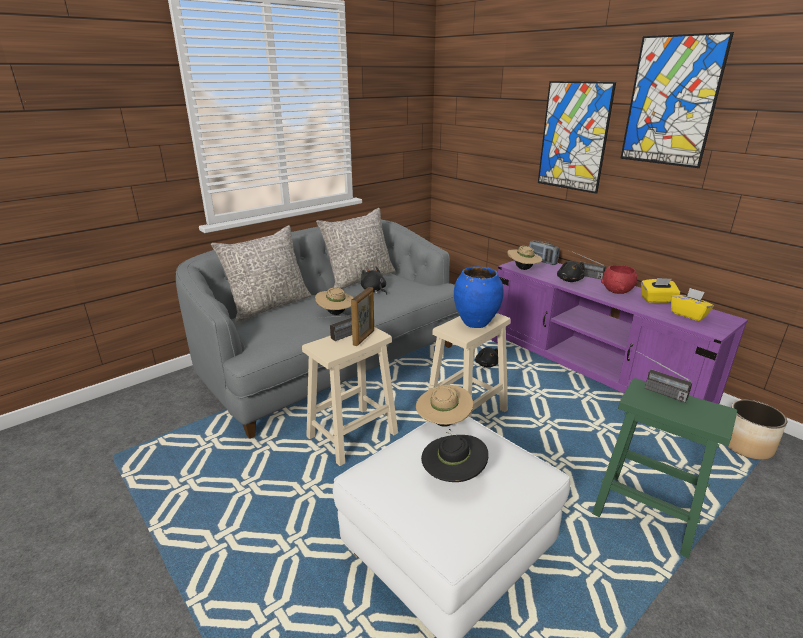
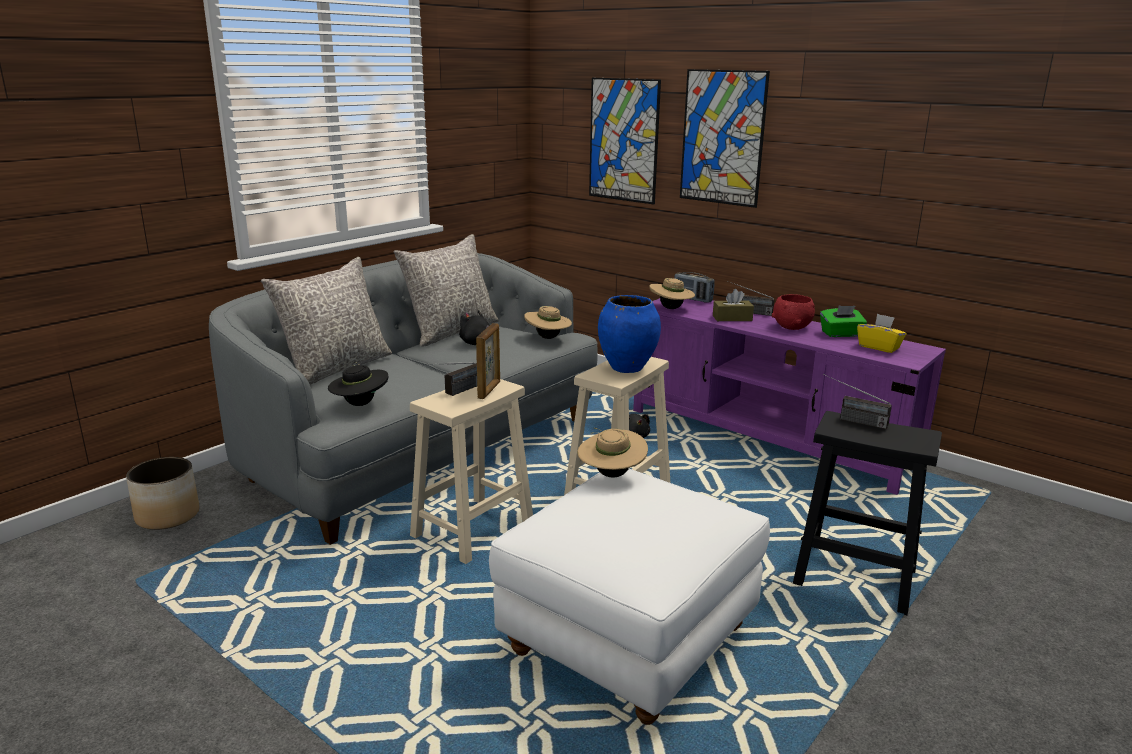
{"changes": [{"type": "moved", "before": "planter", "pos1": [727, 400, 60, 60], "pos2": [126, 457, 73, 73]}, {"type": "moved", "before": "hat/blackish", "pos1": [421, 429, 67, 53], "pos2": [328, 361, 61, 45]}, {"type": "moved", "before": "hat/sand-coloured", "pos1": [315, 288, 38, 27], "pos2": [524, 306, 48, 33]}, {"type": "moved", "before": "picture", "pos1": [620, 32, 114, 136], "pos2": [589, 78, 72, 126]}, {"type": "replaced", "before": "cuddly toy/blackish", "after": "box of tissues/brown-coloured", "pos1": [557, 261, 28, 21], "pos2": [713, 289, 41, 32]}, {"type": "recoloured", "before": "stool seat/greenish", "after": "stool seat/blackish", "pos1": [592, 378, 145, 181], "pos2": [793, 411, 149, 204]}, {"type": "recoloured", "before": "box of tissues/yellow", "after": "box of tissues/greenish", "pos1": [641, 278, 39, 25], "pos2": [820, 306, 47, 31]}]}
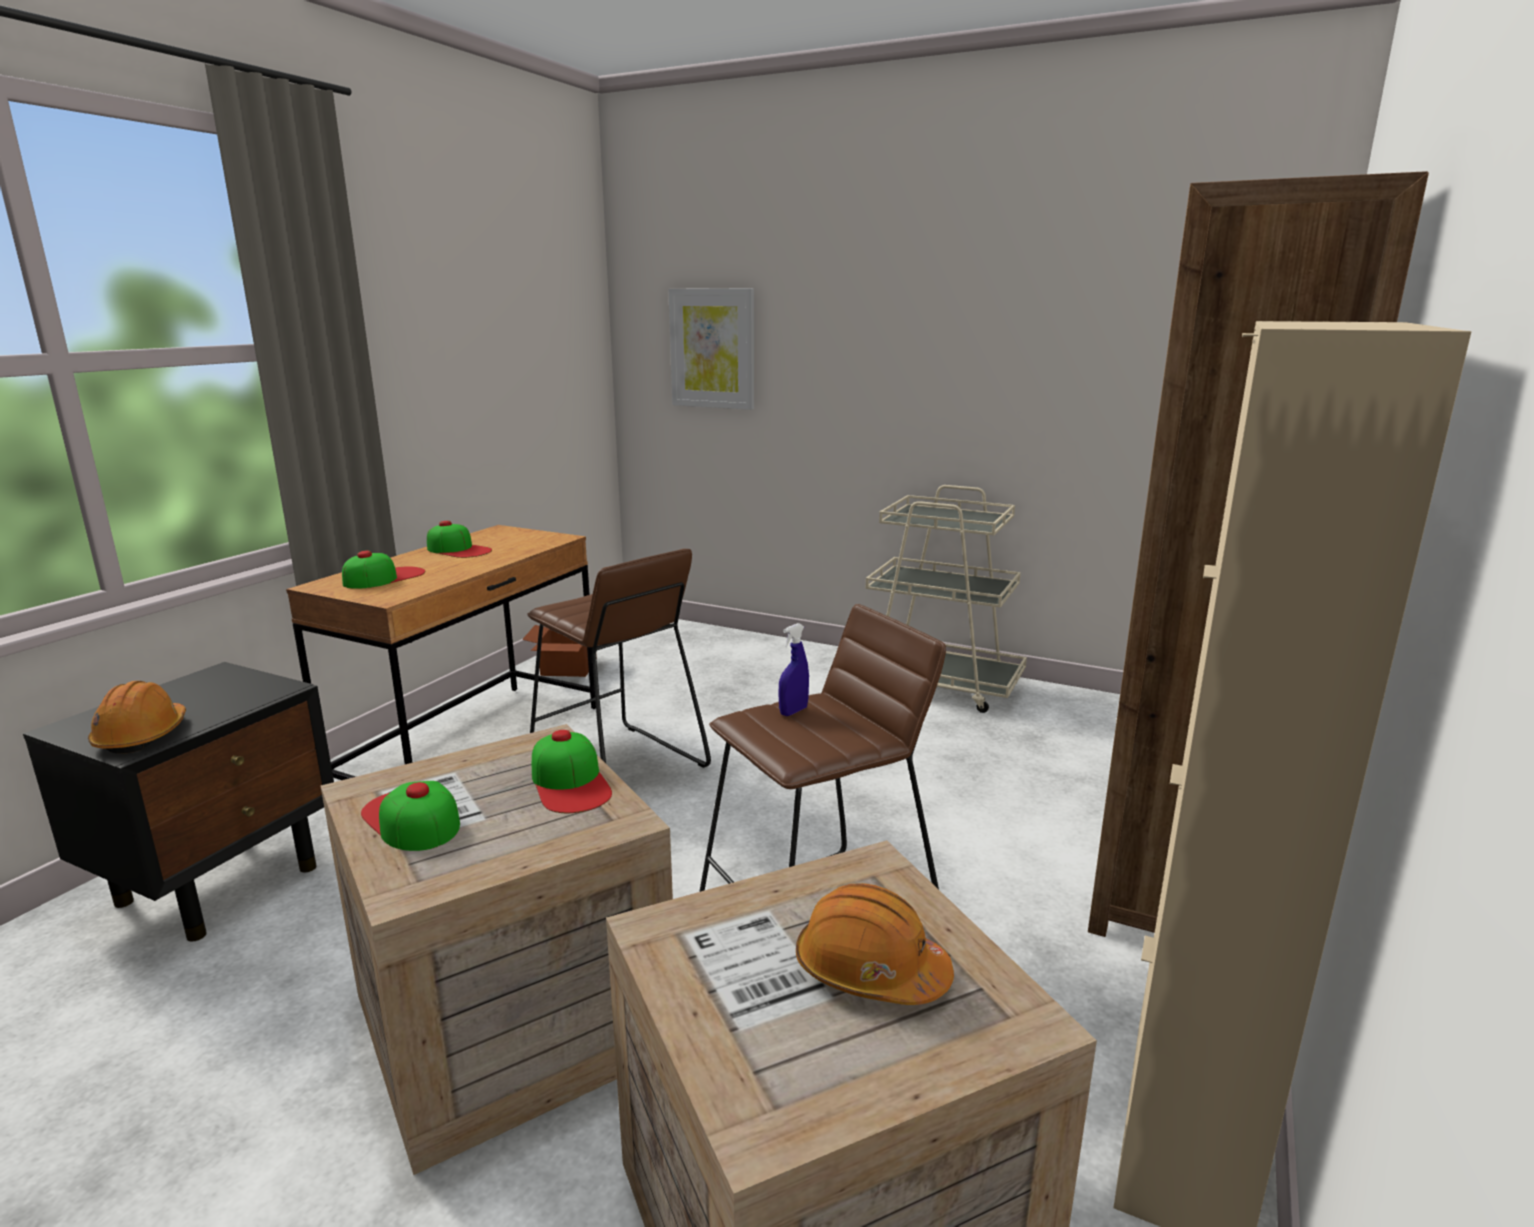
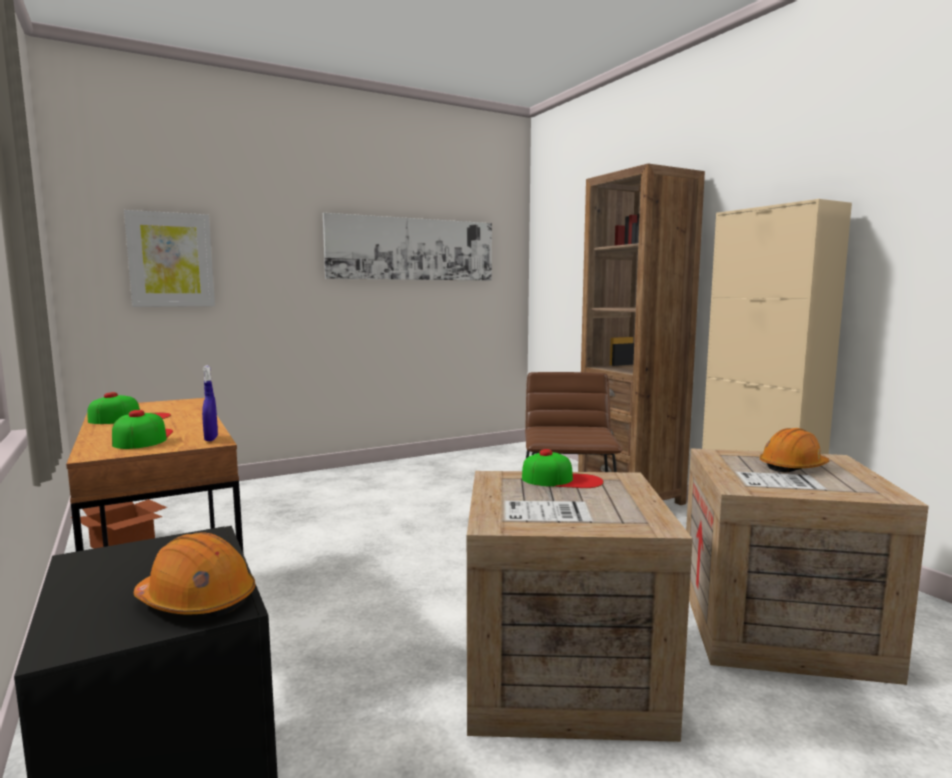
{"changes": [{"type": "moved", "before": "sprayer/blue-coloured", "pos1": [778, 623, 31, 93], "pos2": [202, 365, 16, 76]}, {"type": "added", "after": "picture", "pos2": [323, 213, 169, 68]}, {"type": "removed", "before": "cap", "pos1": [361, 781, 99, 70]}, {"type": "removed", "before": "stool seat/brown-coloured", "pos1": [527, 549, 184, 219]}, {"type": "removed", "before": "trolley/sand-coloured", "pos1": [866, 485, 161, 228]}]}
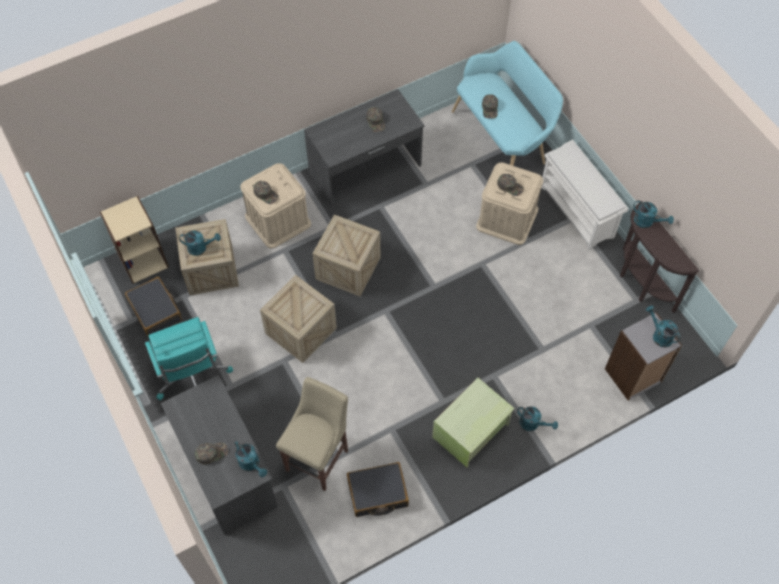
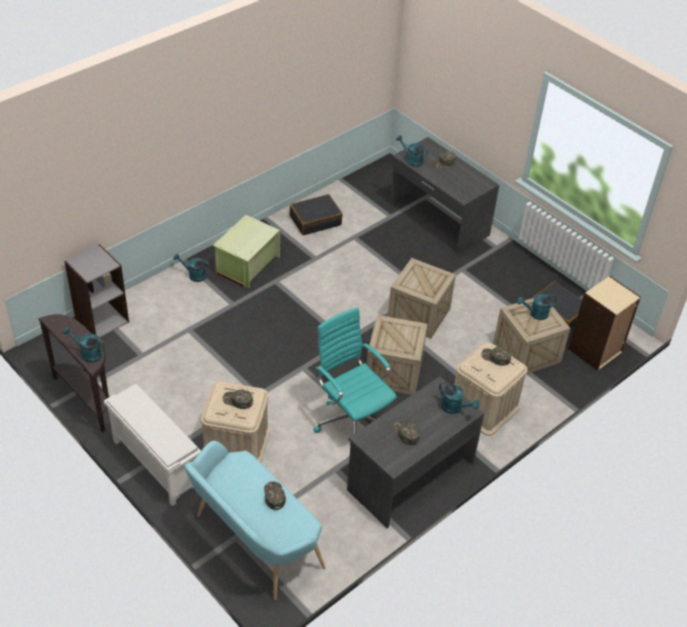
{"changes": [{"type": "moved", "before": "desk chair/turquoise", "pos1": [145, 317, 88, 83], "pos2": [313, 307, 84, 128]}, {"type": "moved", "before": "watering can/turquoise", "pos1": [646, 306, 35, 41], "pos2": [439, 382, 40, 32]}, {"type": "removed", "before": "stool seat/sand-coloured", "pos1": [276, 377, 72, 114]}]}
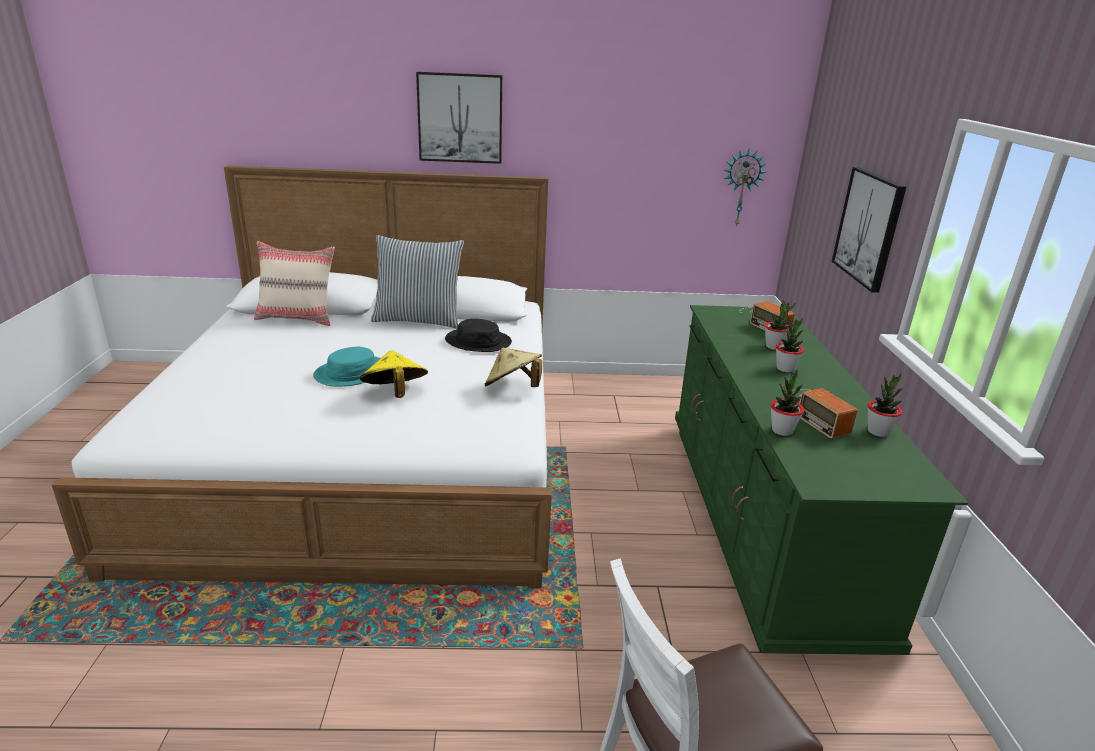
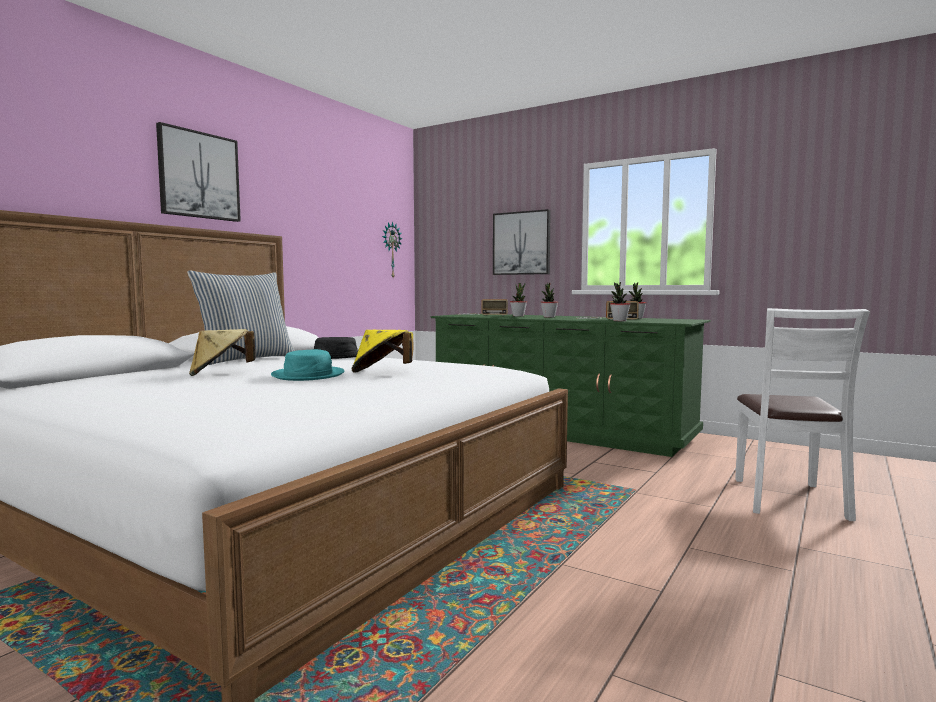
{"changes": [{"type": "moved", "before": "hat/sand-coloured", "pos1": [485, 348, 57, 39], "pos2": [189, 329, 67, 47]}, {"type": "removed", "before": "cushion/sand-coloured", "pos1": [254, 241, 81, 85]}]}
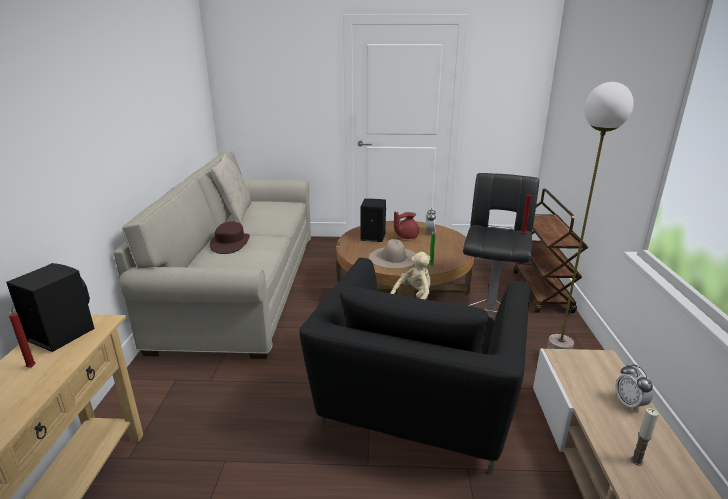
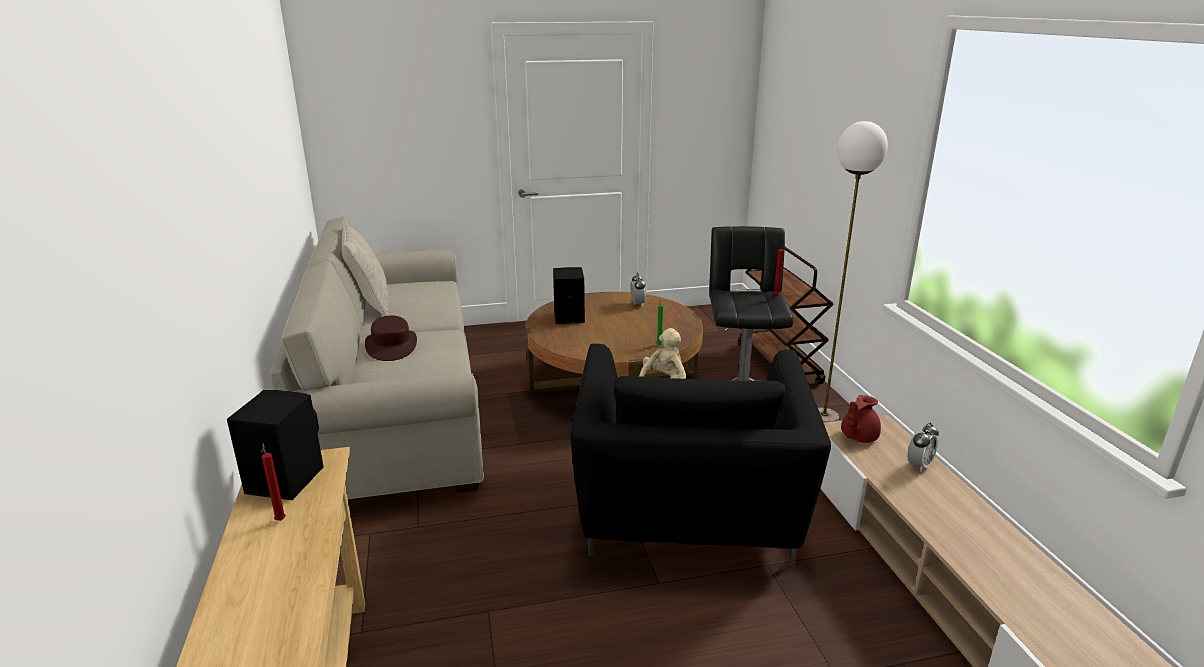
{"changes": [{"type": "moved", "before": "pot for tea/red-coloured", "pos1": [394, 211, 25, 28], "pos2": [841, 395, 40, 48]}, {"type": "turned", "before": "bedside clock", "pos1": [615, 364, 38, 48], "pos2": [907, 423, 32, 49], "turn": -105}, {"type": "removed", "before": "hat/sand-coloured", "pos1": [369, 239, 47, 30]}, {"type": "removed", "before": "wax candle", "pos1": [631, 408, 28, 58]}]}
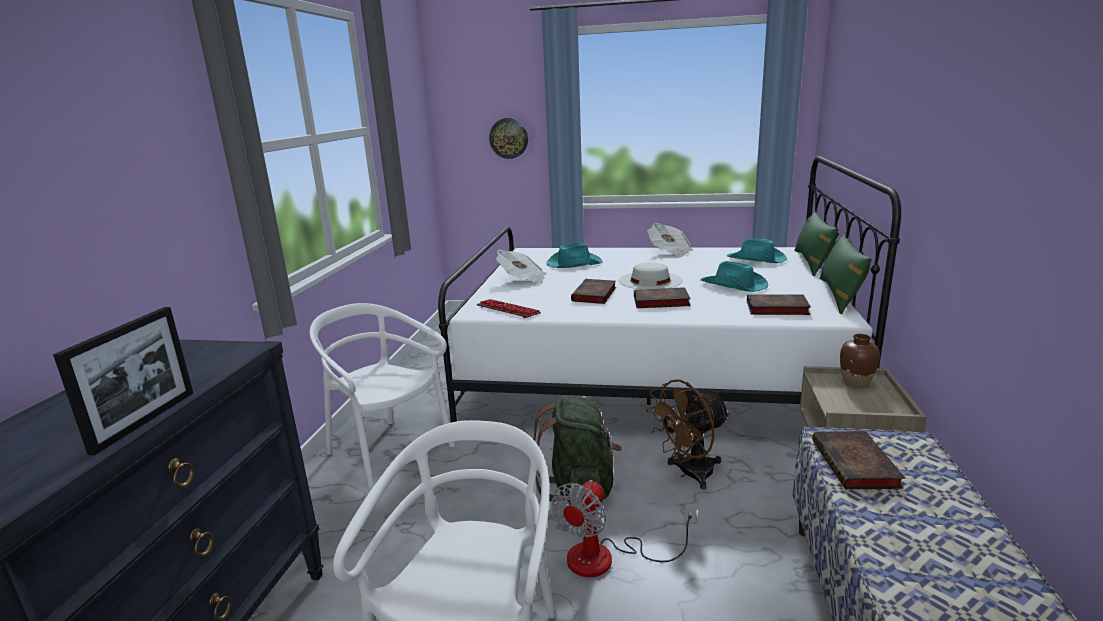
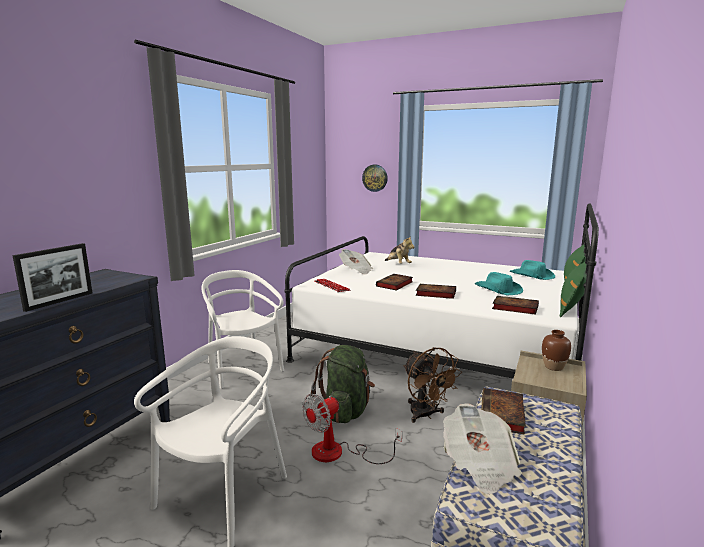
{"changes": [{"type": "replaced", "before": "hat/turquoise", "after": "cuddly toy", "pos1": [546, 243, 56, 25], "pos2": [385, 236, 30, 28]}, {"type": "turned", "before": "fan/brown-coloured", "pos1": [646, 379, 84, 111], "pos2": [403, 347, 59, 76], "turn": -105}, {"type": "moved", "before": "newspaper", "pos1": [647, 223, 46, 35], "pos2": [443, 403, 79, 92]}, {"type": "removed", "before": "hat/white-coloured", "pos1": [619, 262, 63, 27]}]}
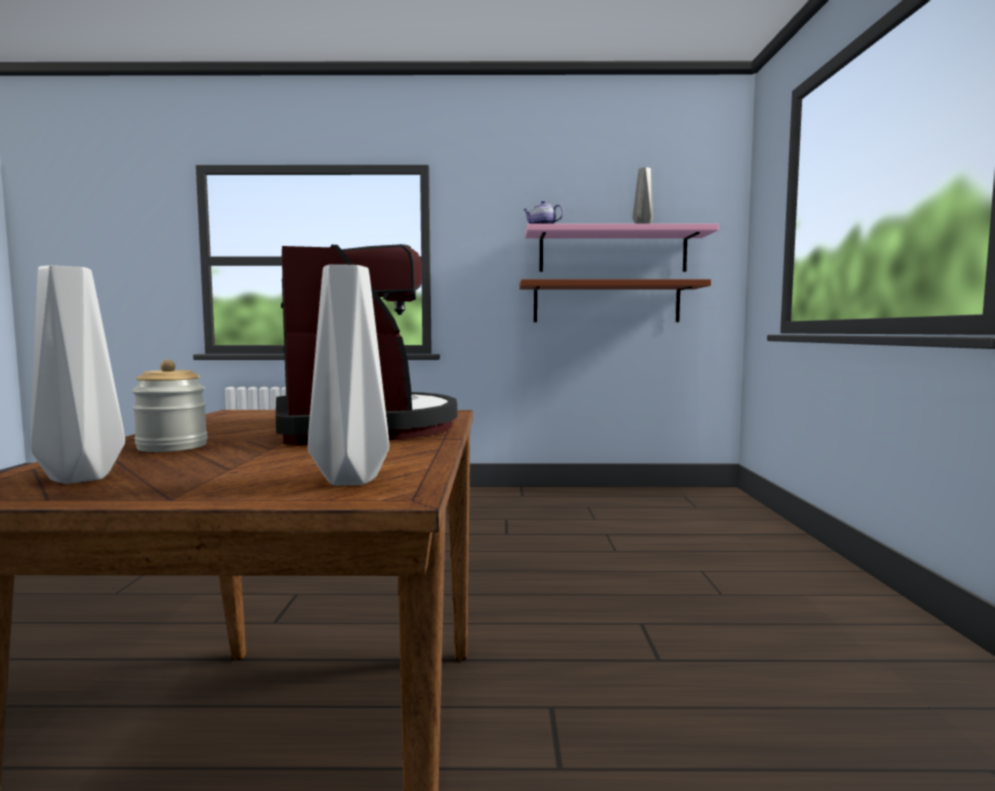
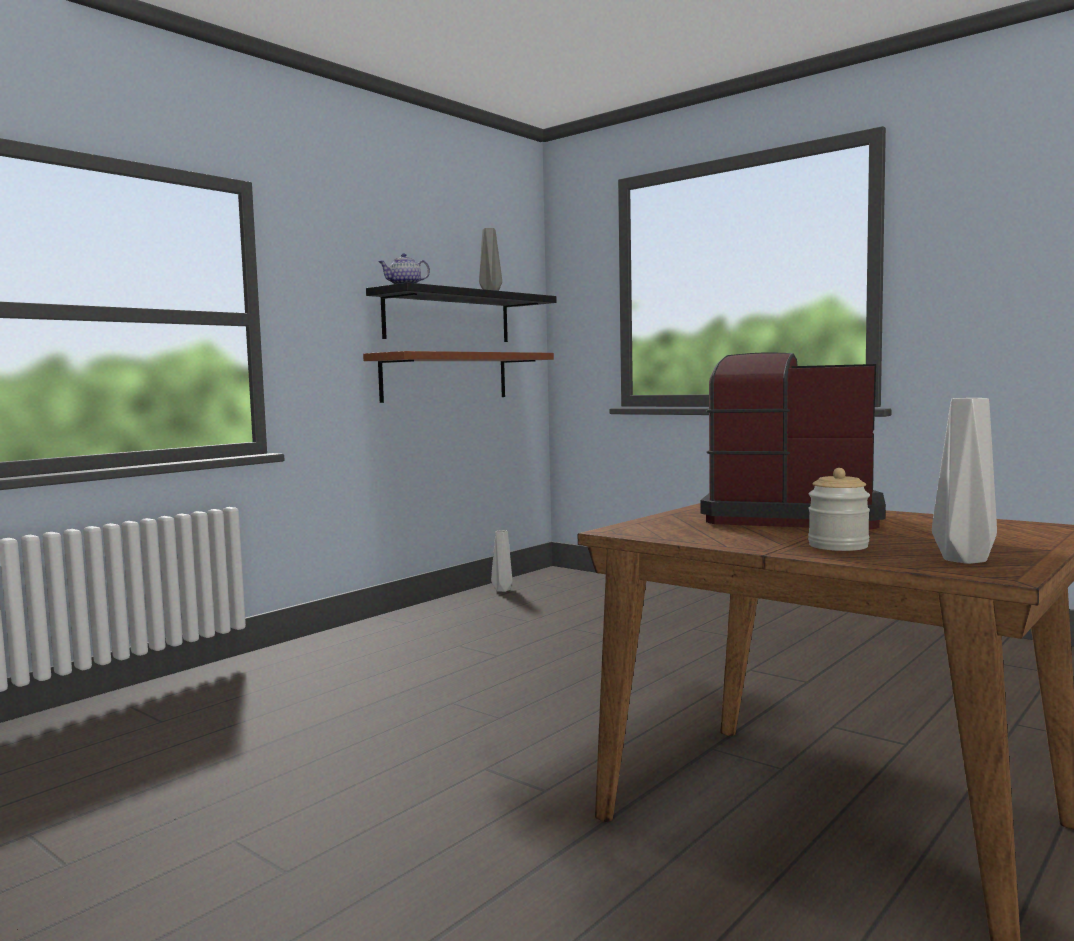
{"changes": [{"type": "recoloured", "before": "shelf/pink-coloured", "after": "shelf/blackish", "pos1": [525, 224, 194, 48], "pos2": [366, 283, 190, 59]}, {"type": "moved", "before": "vase/grey", "pos1": [308, 264, 81, 222], "pos2": [491, 530, 21, 62]}]}
